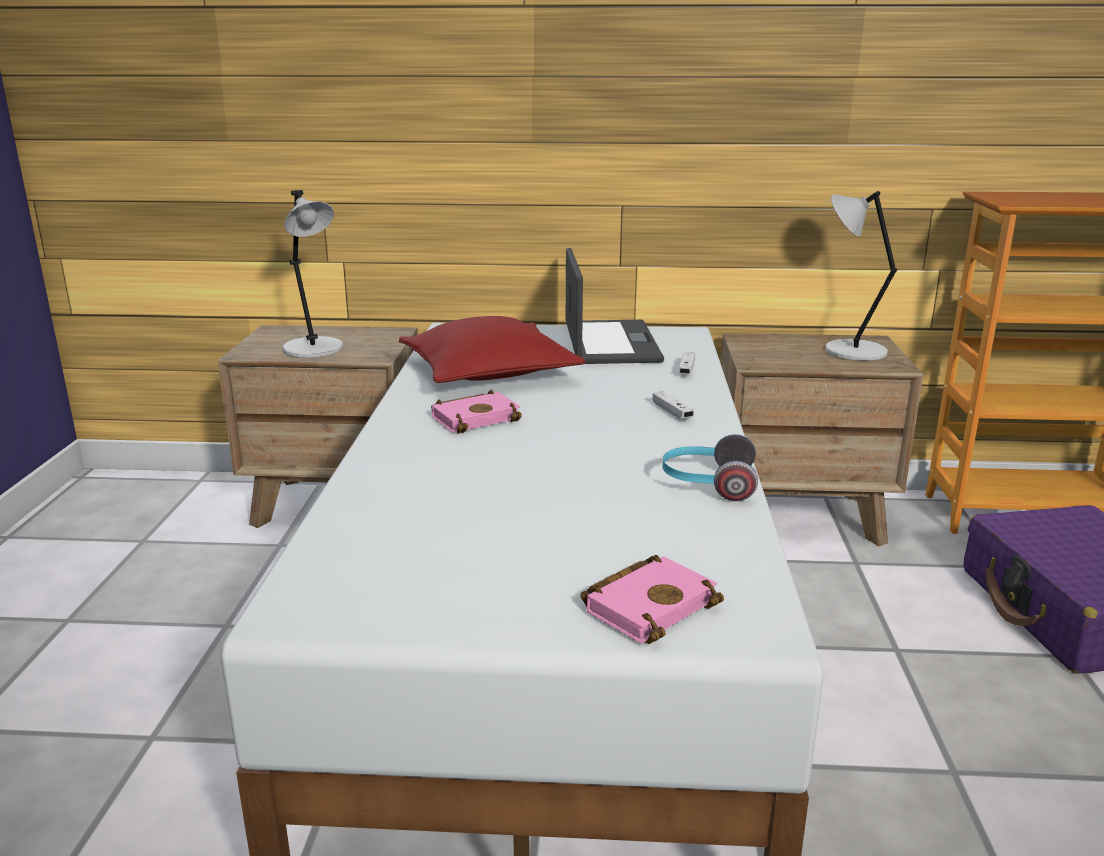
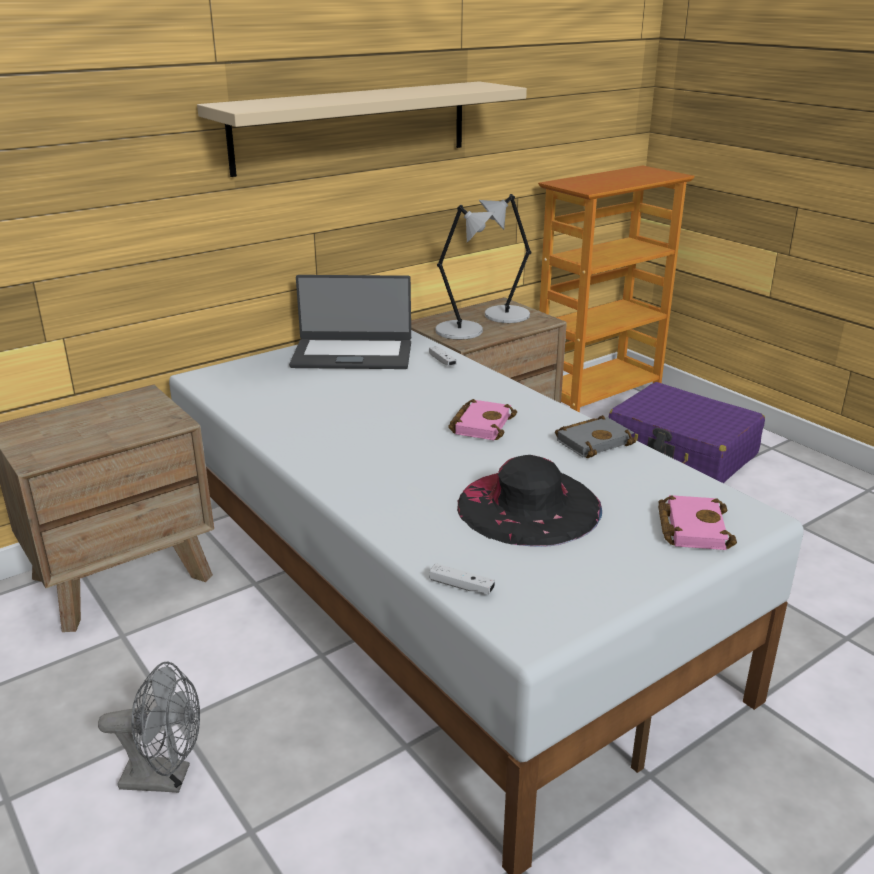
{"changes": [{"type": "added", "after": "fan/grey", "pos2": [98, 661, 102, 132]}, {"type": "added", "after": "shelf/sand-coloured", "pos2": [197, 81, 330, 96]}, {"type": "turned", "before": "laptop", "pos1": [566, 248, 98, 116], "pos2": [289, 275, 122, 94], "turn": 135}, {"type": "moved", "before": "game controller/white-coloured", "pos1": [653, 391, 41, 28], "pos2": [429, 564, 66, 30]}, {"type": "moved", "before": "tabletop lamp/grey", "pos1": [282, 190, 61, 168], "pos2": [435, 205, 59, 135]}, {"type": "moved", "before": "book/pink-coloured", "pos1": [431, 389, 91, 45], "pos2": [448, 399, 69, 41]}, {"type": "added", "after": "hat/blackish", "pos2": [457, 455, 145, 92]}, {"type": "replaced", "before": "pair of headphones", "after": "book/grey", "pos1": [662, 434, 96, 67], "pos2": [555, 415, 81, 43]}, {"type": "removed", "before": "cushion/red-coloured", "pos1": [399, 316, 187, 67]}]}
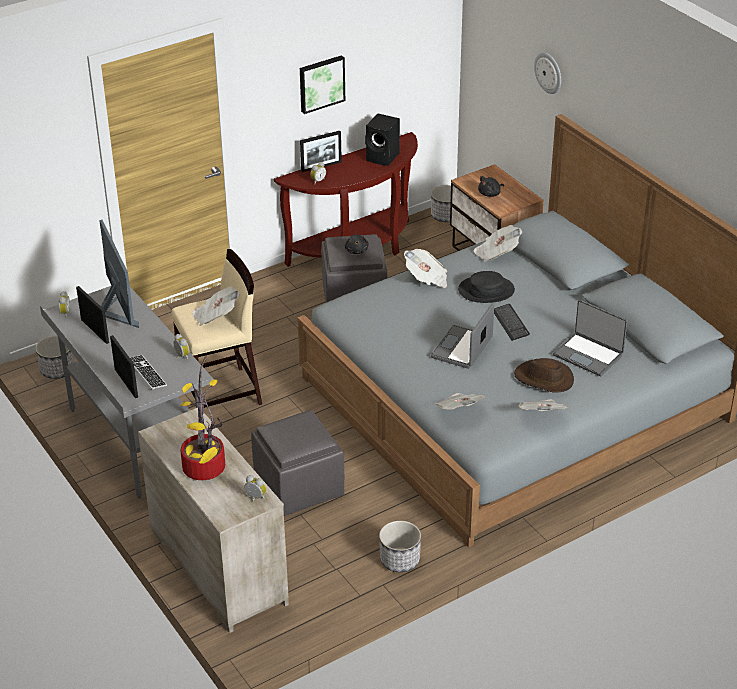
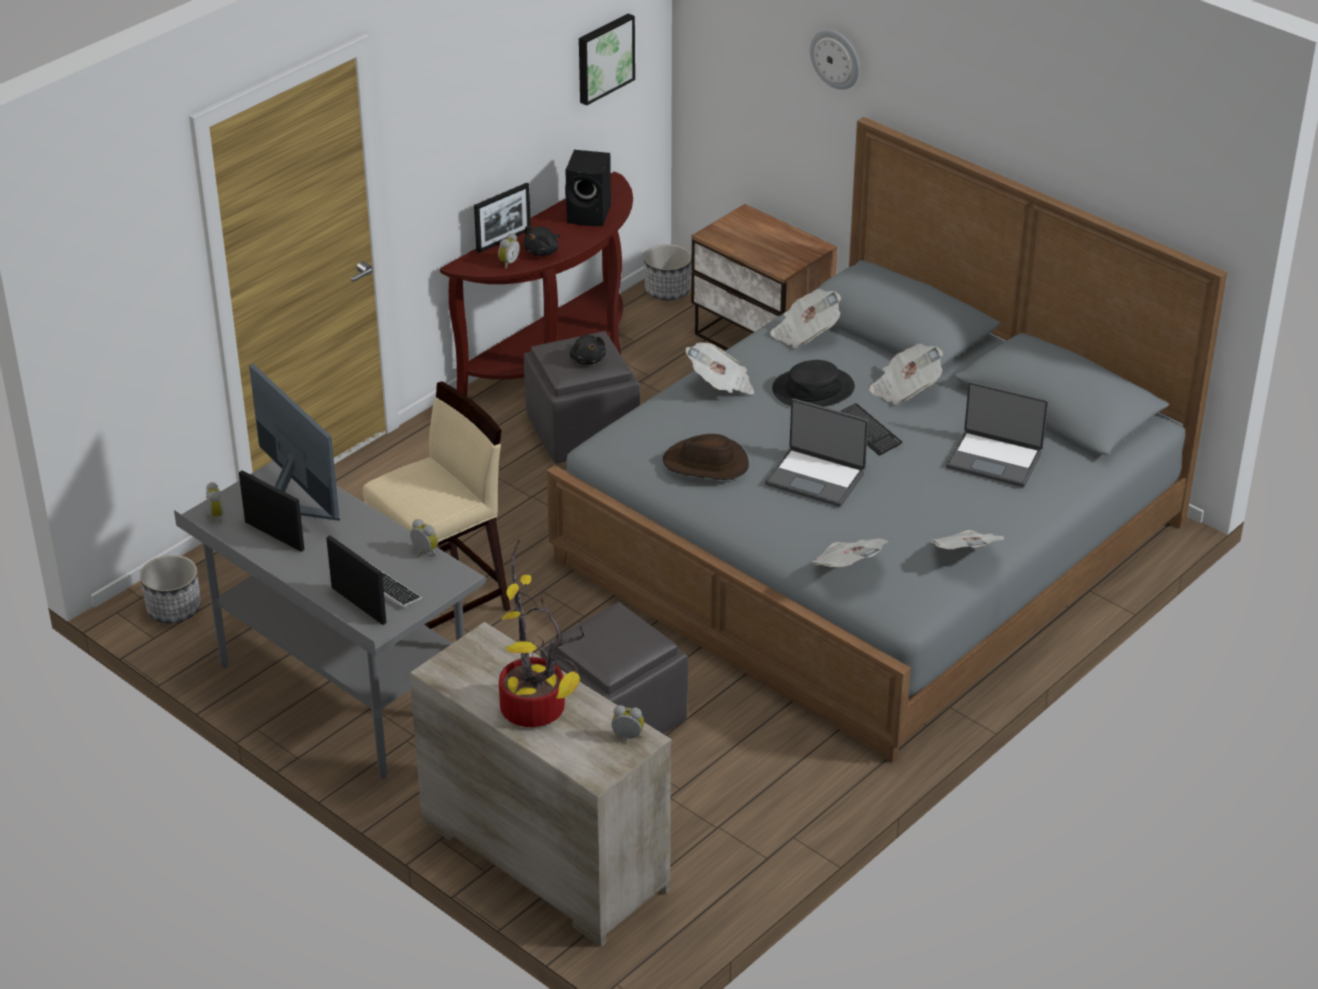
{"changes": [{"type": "moved", "before": "cuddly toy/blackish", "pos1": [478, 176, 26, 21], "pos2": [523, 226, 38, 30]}, {"type": "moved", "before": "picture", "pos1": [300, 55, 45, 59], "pos2": [579, 13, 56, 93]}, {"type": "moved", "before": "hat/brown-coloured", "pos1": [514, 358, 60, 35], "pos2": [663, 434, 86, 46]}, {"type": "turned", "before": "laptop", "pos1": [431, 303, 63, 66], "pos2": [765, 399, 103, 108], "turn": -75}, {"type": "moved", "before": "newspaper", "pos1": [192, 287, 48, 39], "pos2": [869, 343, 74, 62]}, {"type": "removed", "before": "planter", "pos1": [379, 521, 42, 51]}]}
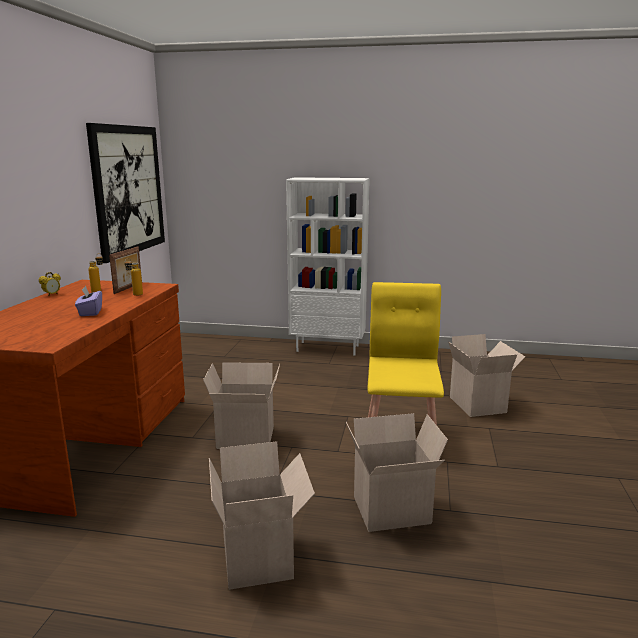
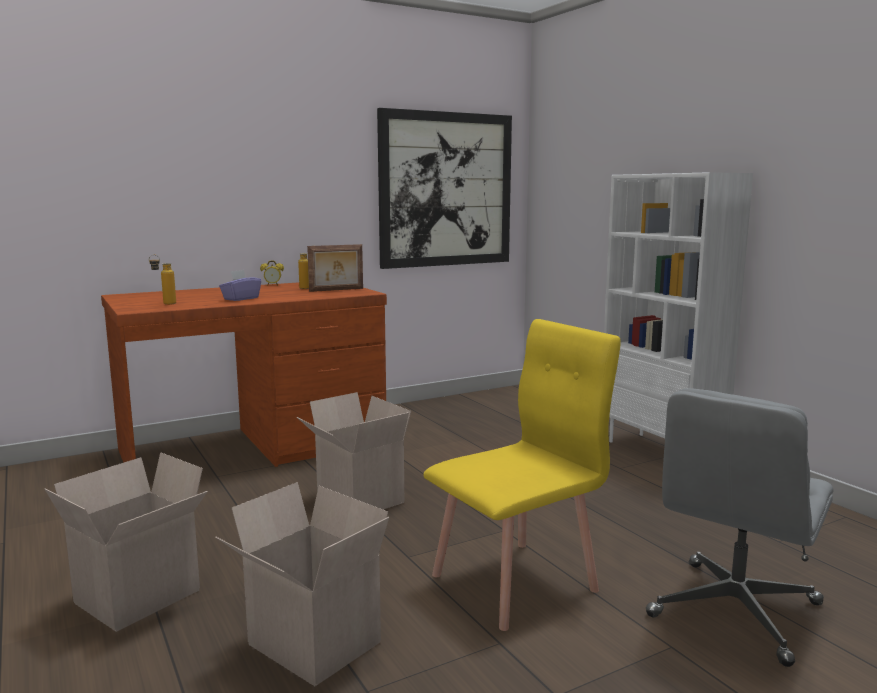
{"changes": [{"type": "moved", "before": "beverage bottle", "pos1": [124, 258, 19, 38], "pos2": [149, 255, 27, 50]}, {"type": "replaced", "before": "cardboard box", "after": "desk chair/grey", "pos1": [448, 334, 77, 83], "pos2": [646, 388, 188, 279]}]}
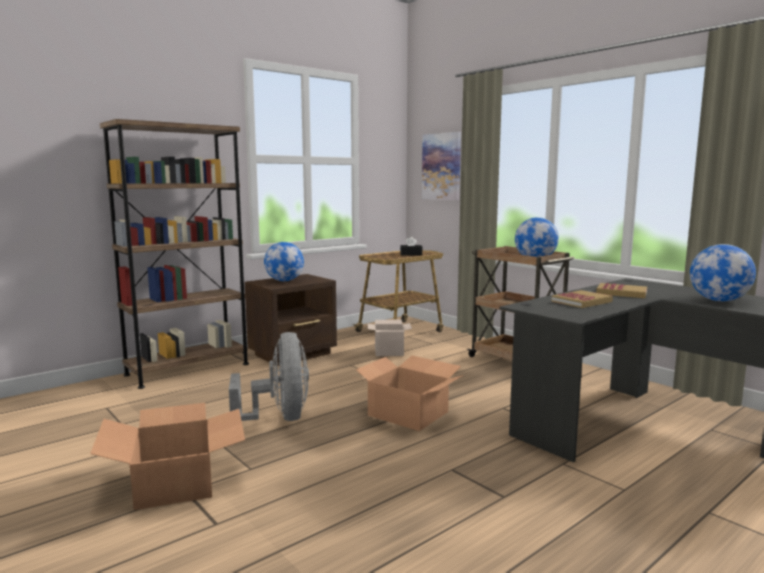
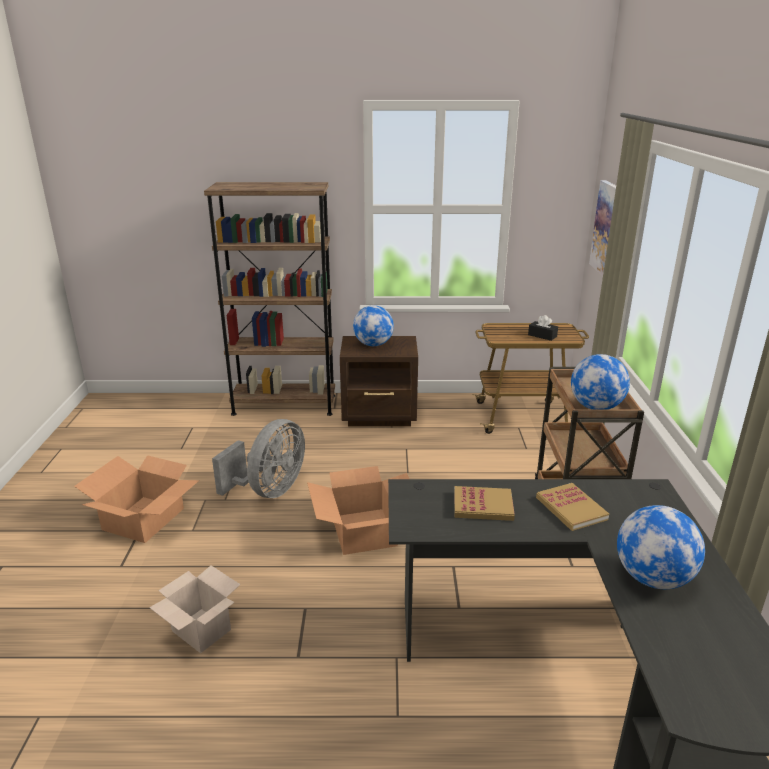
{"changes": [{"type": "moved", "before": "cardboard box", "pos1": [367, 320, 45, 36], "pos2": [149, 565, 91, 88]}]}
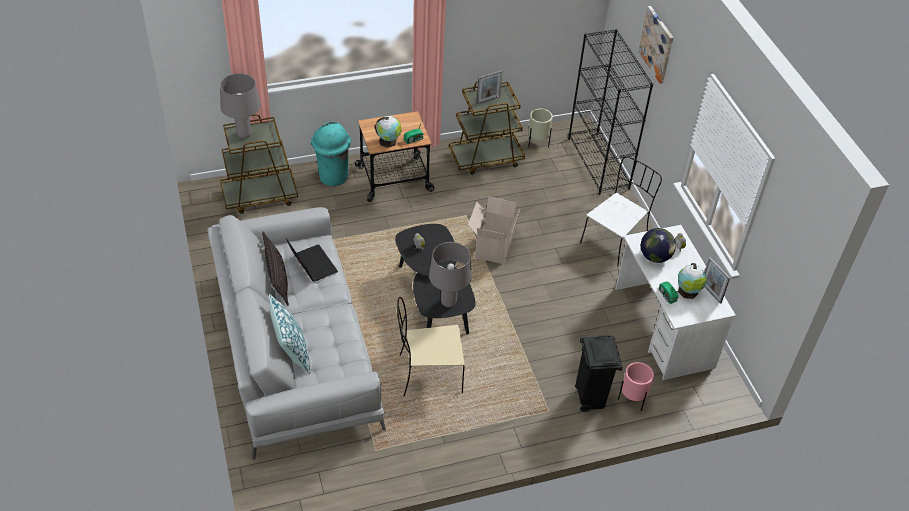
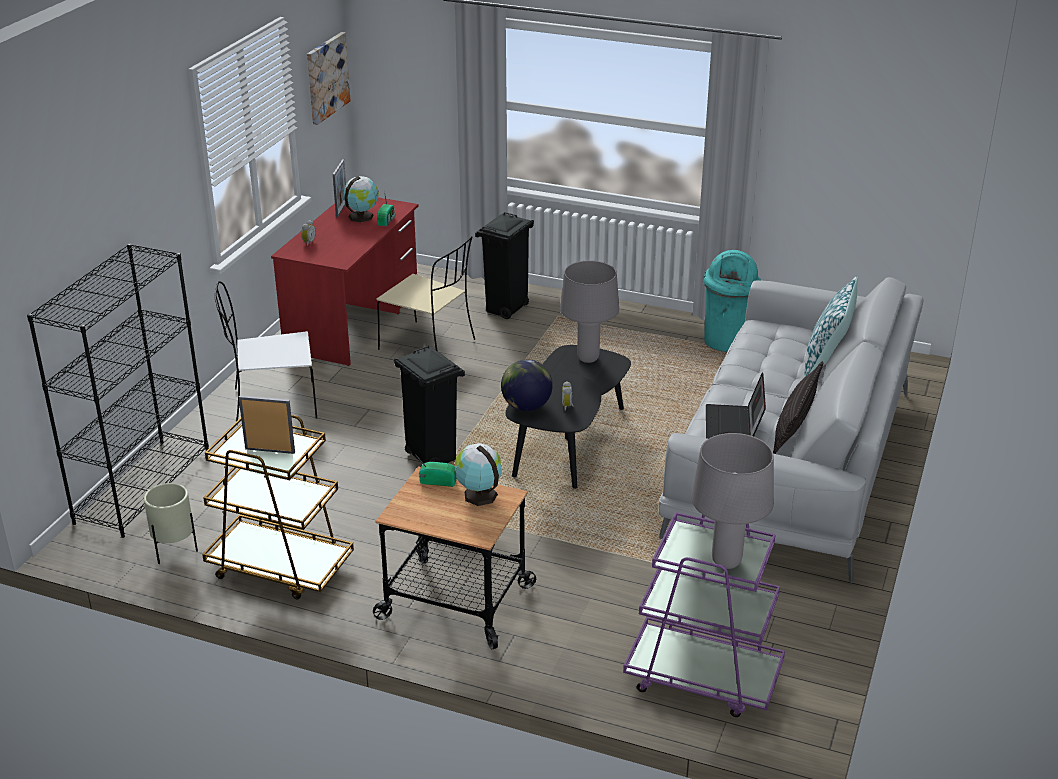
{"changes": [{"type": "recoloured", "before": "desk/white-coloured", "after": "desk/red-coloured", "pos1": [615, 225, 121, 155], "pos2": [271, 198, 147, 168]}, {"type": "moved", "before": "picture", "pos1": [638, 6, 35, 78], "pos2": [307, 32, 43, 93]}, {"type": "moved", "before": "upright chair/sand-coloured", "pos1": [397, 297, 68, 99], "pos2": [377, 236, 98, 115]}, {"type": "replaced", "before": "cardboard box", "after": "trash can/blackish", "pos1": [468, 197, 52, 67], "pos2": [394, 346, 71, 117]}, {"type": "moved", "before": "globe", "pos1": [641, 228, 35, 35], "pos2": [501, 359, 52, 52]}, {"type": "recoloured", "before": "trolley/brown-coloured", "after": "trolley/purplish", "pos1": [220, 114, 78, 100], "pos2": [623, 512, 162, 205]}, {"type": "moved", "before": "trash can/turquoise", "pos1": [311, 122, 40, 64], "pos2": [703, 250, 58, 102]}, {"type": "removed", "before": "planter/pink-coloured", "pos1": [618, 362, 36, 49]}]}
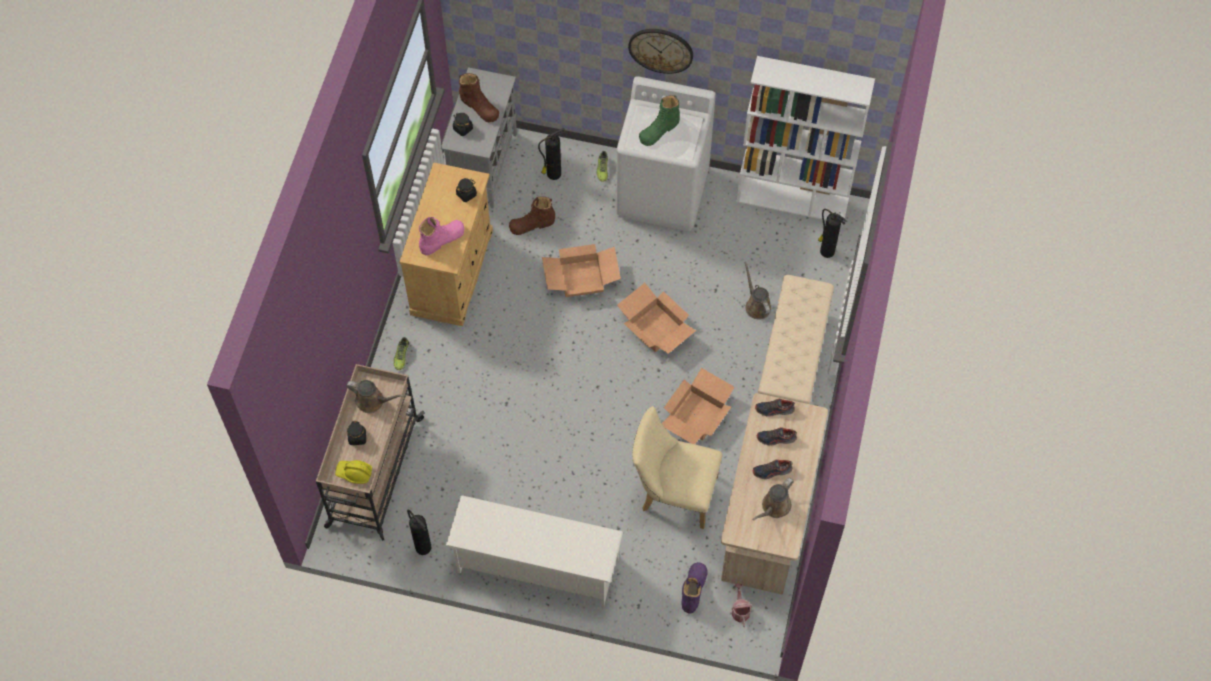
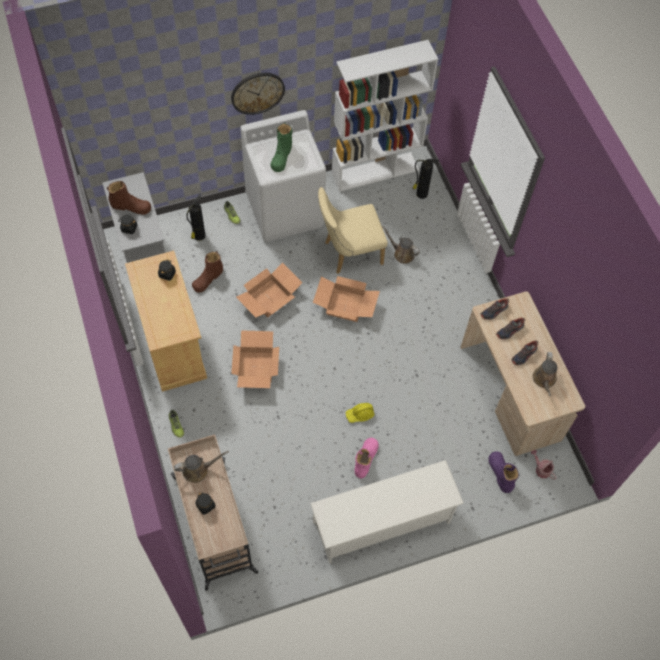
{"changes": [{"type": "moved", "before": "cardboard box", "pos1": [662, 368, 73, 76], "pos2": [231, 330, 48, 58]}, {"type": "moved", "before": "upright chair/sand-coloured", "pos1": [632, 406, 90, 123], "pos2": [318, 187, 70, 87]}, {"type": "moved", "before": "work helmet/yellow", "pos1": [335, 460, 37, 24], "pos2": [346, 403, 28, 20]}, {"type": "moved", "before": "boot/pink-coloured", "pos1": [419, 217, 46, 38], "pos2": [354, 438, 25, 40]}, {"type": "removed", "before": "fire extinguisher", "pos1": [407, 510, 24, 45]}, {"type": "removed", "before": "bench/sand-coloured", "pos1": [758, 275, 76, 129]}]}
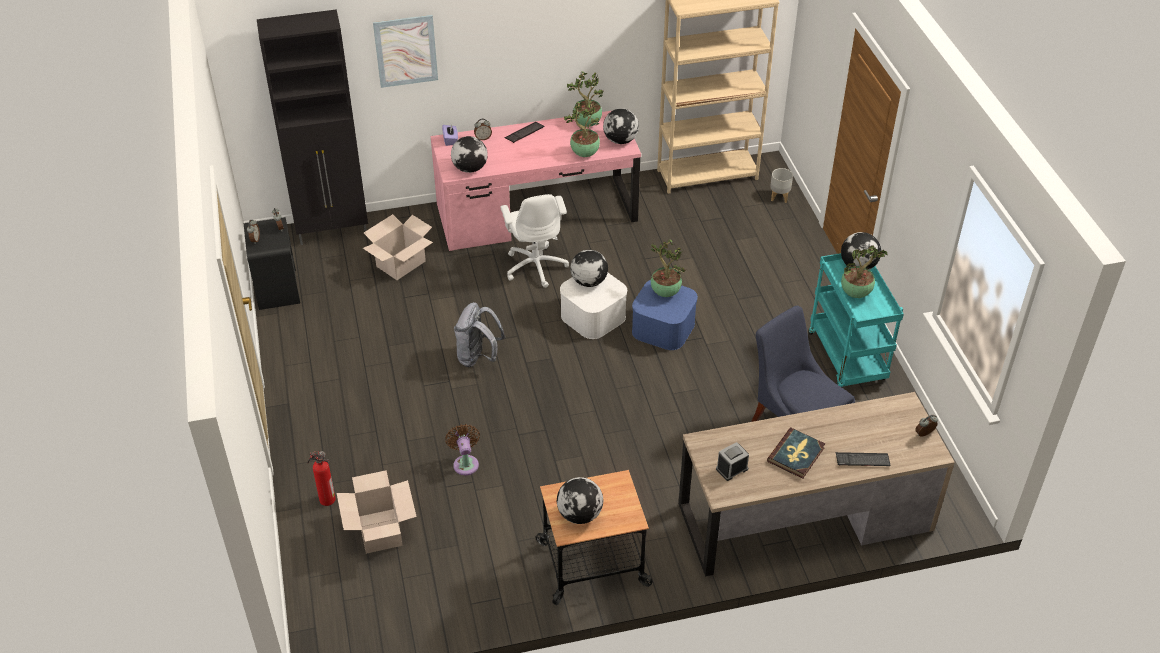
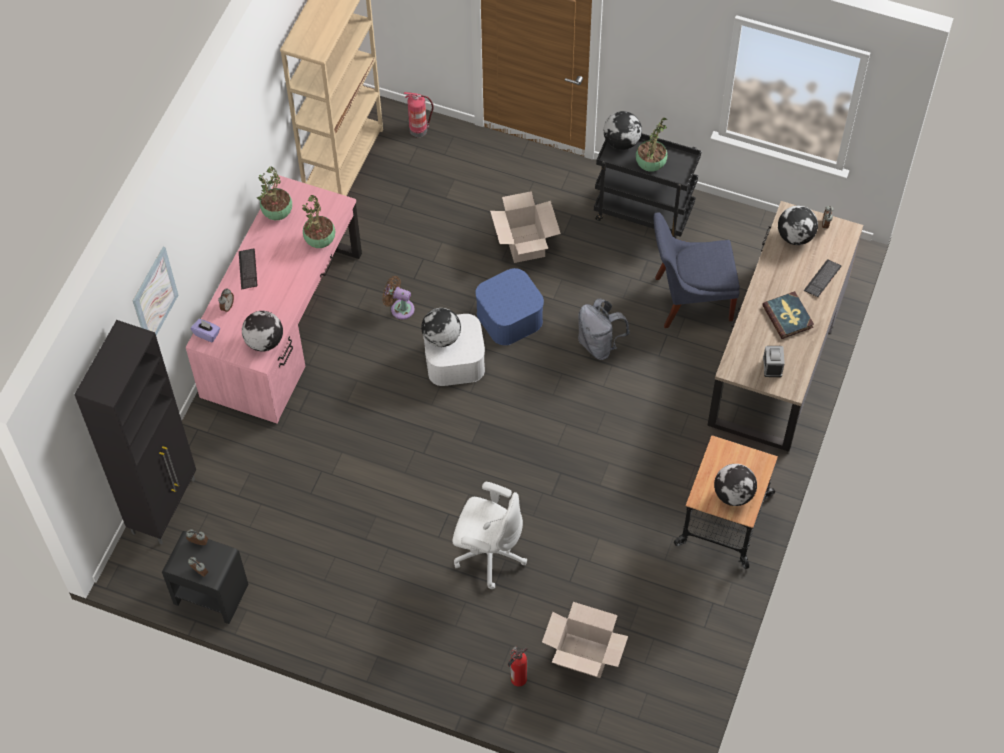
{"changes": [{"type": "moved", "before": "fan/brown-coloured", "pos1": [445, 424, 35, 51], "pos2": [382, 276, 33, 43]}, {"type": "replaced", "before": "planter/grey", "after": "fire extinguisher", "pos1": [770, 168, 23, 35], "pos2": [404, 92, 30, 45]}, {"type": "moved", "before": "desk chair/white-coloured", "pos1": [501, 194, 68, 94], "pos2": [452, 482, 76, 107]}, {"type": "moved", "before": "cardboard box", "pos1": [363, 214, 70, 66], "pos2": [490, 191, 71, 72]}, {"type": "moved", "before": "rucksack/grey", "pos1": [454, 302, 51, 65], "pos2": [578, 298, 52, 62]}, {"type": "recoloured", "before": "trolley/turquoise", "after": "trolley/blackish", "pos1": [809, 253, 95, 134], "pos2": [594, 133, 107, 105]}, {"type": "moved", "before": "globe", "pos1": [603, 109, 36, 35], "pos2": [778, 205, 40, 40]}, {"type": "removed", "before": "potted plant", "pos1": [651, 239, 35, 58]}]}
